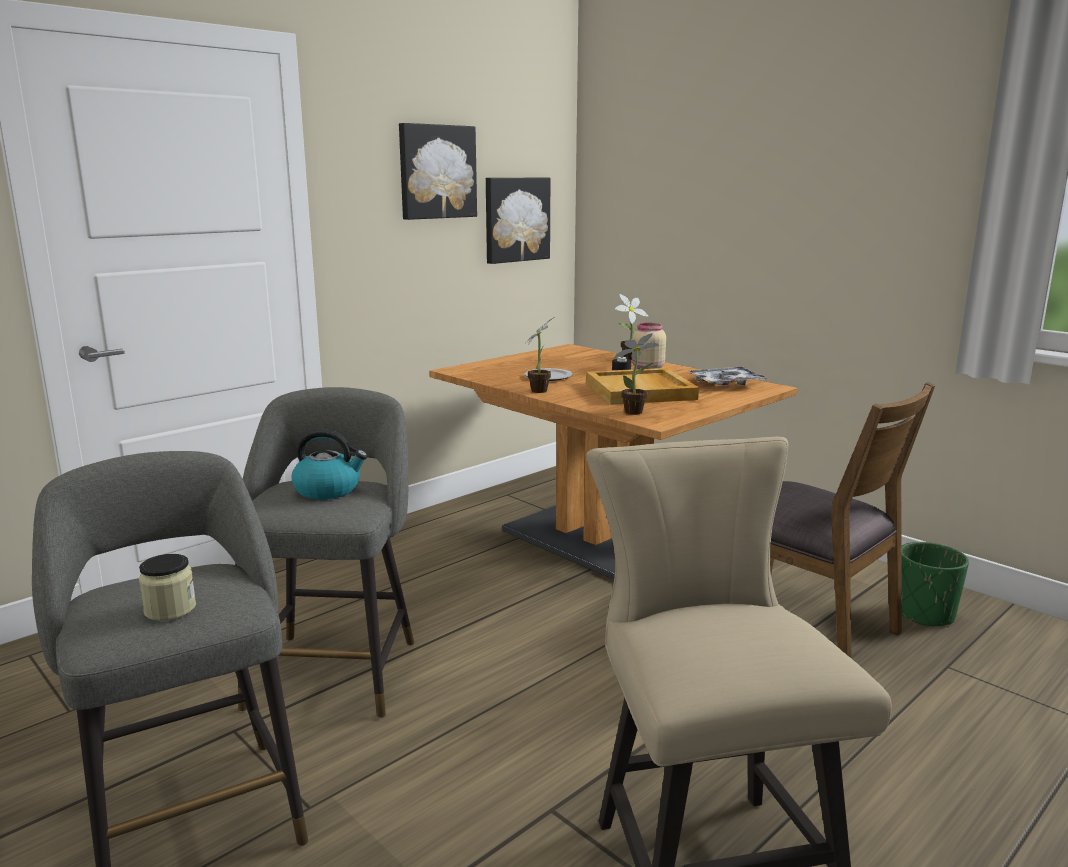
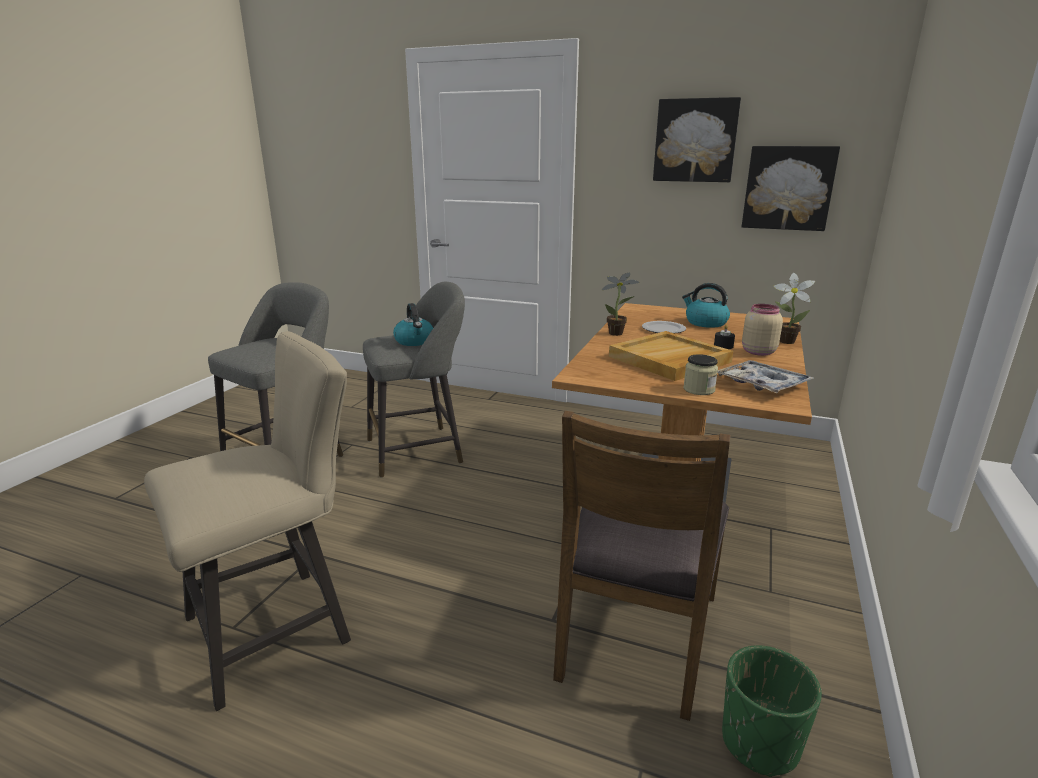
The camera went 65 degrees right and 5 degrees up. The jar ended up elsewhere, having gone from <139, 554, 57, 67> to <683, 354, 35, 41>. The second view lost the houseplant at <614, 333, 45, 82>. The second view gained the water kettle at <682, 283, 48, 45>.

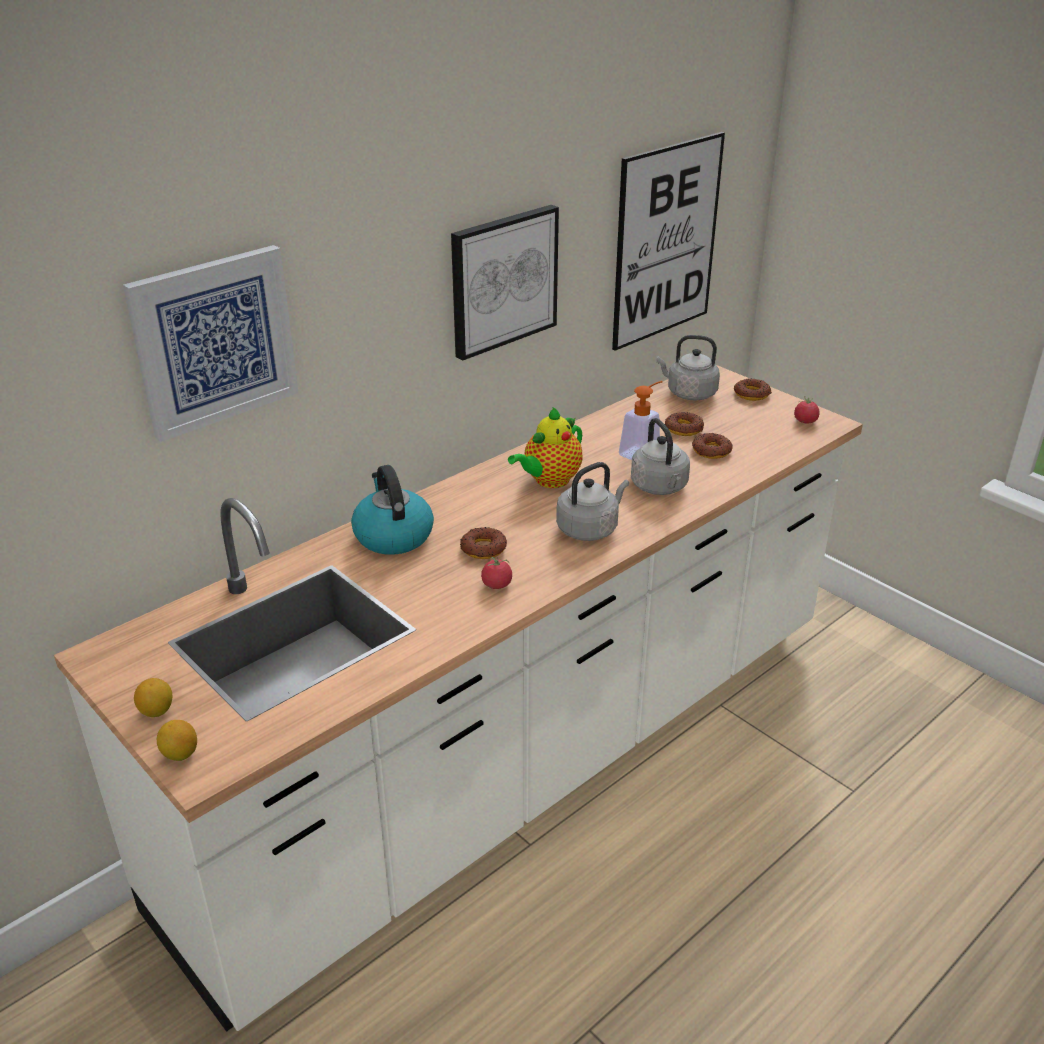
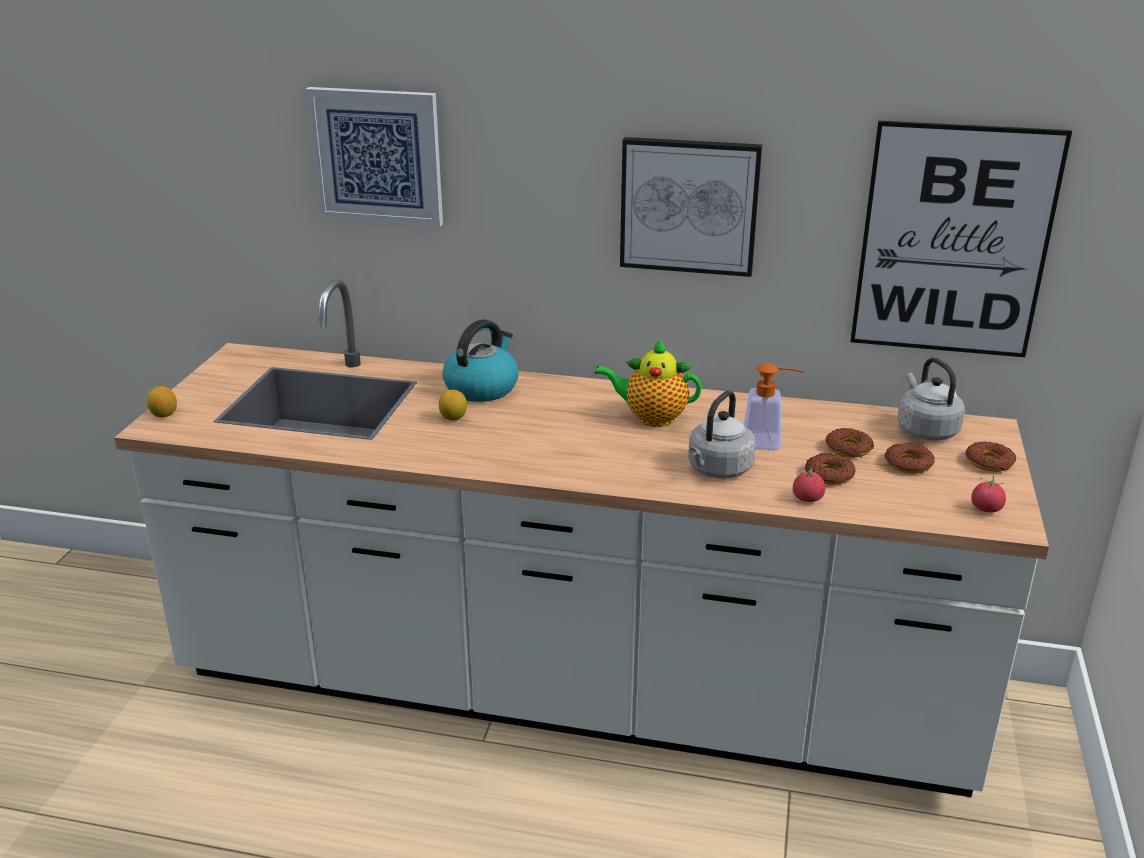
The camera went 55 degrees right and 5 degrees down. The whole lemon ended up elsewhere, having gone from <134, 678, 38, 39> to <439, 390, 28, 31>. The doughnut ended up elsewhere, having gone from <460, 527, 47, 32> to <884, 443, 51, 31>. The whole tomato ended up elsewhere, having gone from <481, 557, 31, 32> to <793, 468, 32, 34>. The second view lost the greyish water kettle at <556, 462, 73, 79>.

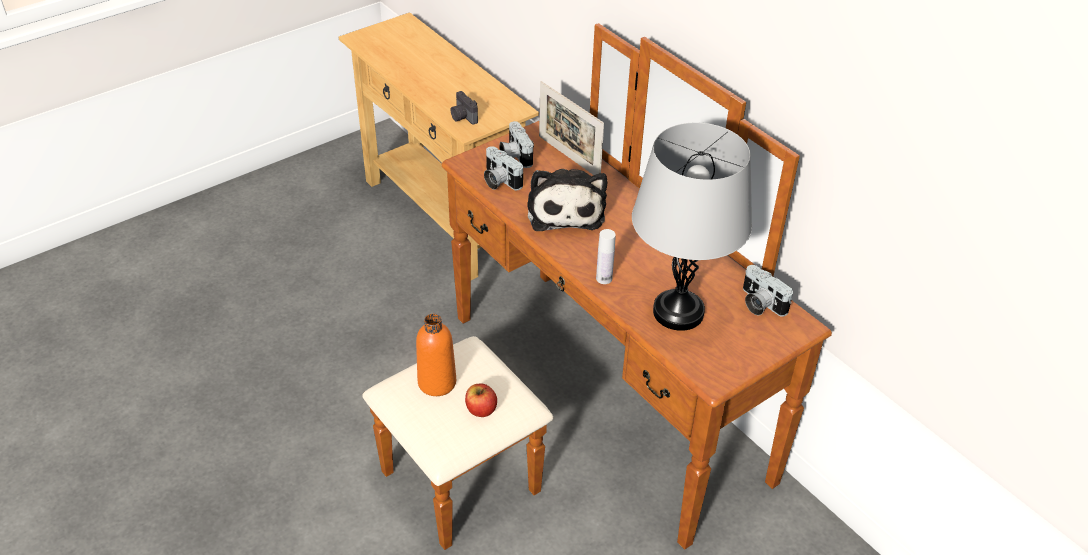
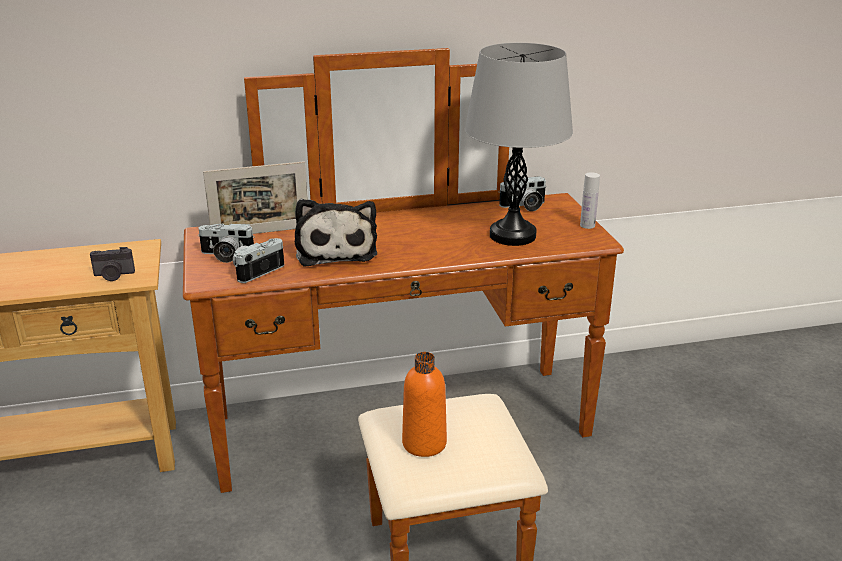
The camera went 65 degrees left and 15 degrees down. The second view lost the apple fruit at <465, 384, 32, 33>. The photo camera at <484, 146, 39, 44> ended up facing another way, 150 degrees clockwise from before. The cuddly toy at <527, 169, 80, 62> ended up facing another way, 60 degrees clockwise from before. The white-coloured beverage bottle ended up elsewhere, having gone from <596, 229, 20, 55> to <580, 172, 20, 57>.

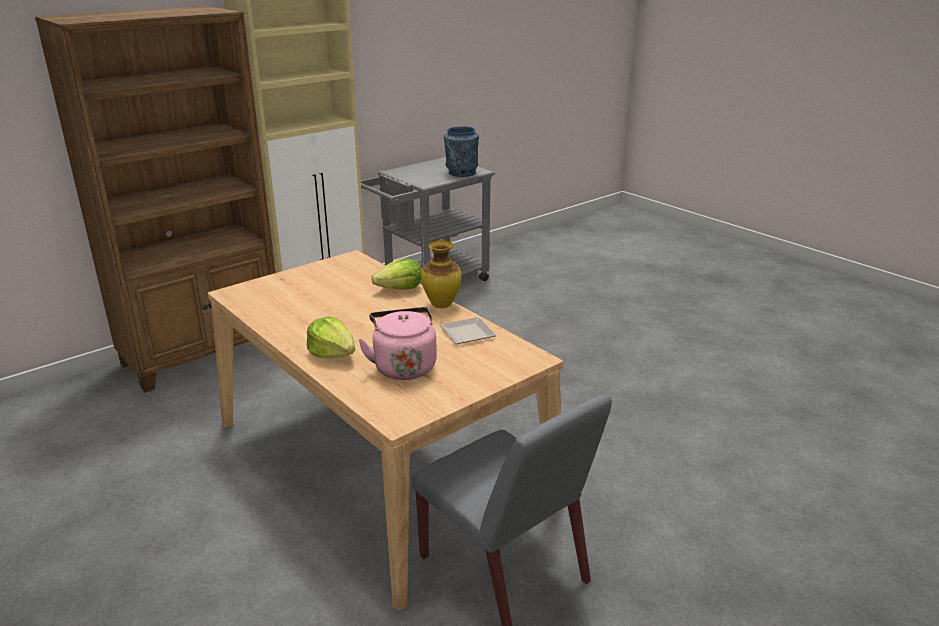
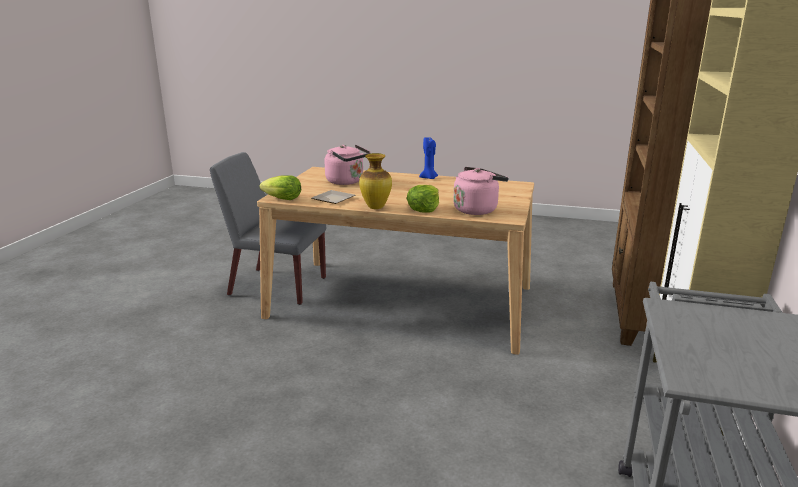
The camera went 145 degrees right and 5 degrees down. The head of lettuce ended up elsewhere, having gone from <307, 316, 48, 42> to <260, 175, 41, 25>. The second view lost the blue flower vase at <444, 126, 35, 51>. The second view gained the blue candle at <419, 137, 19, 42>. The second view gained the pink water kettle at <453, 167, 56, 48>.

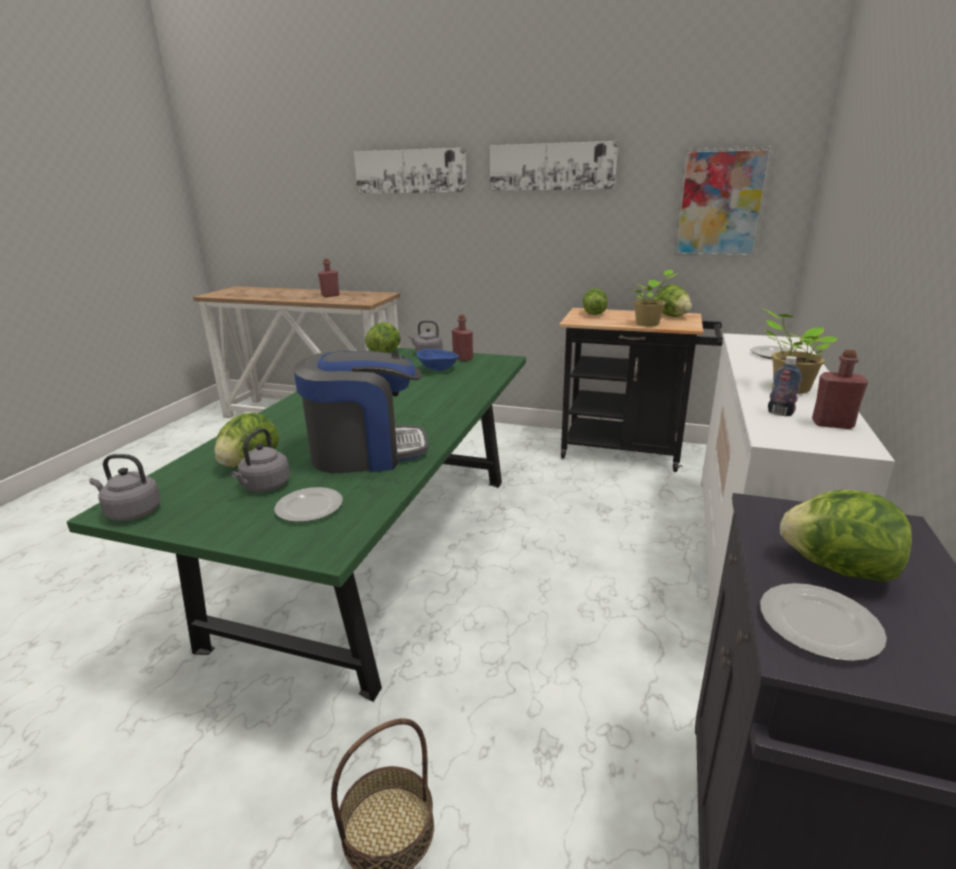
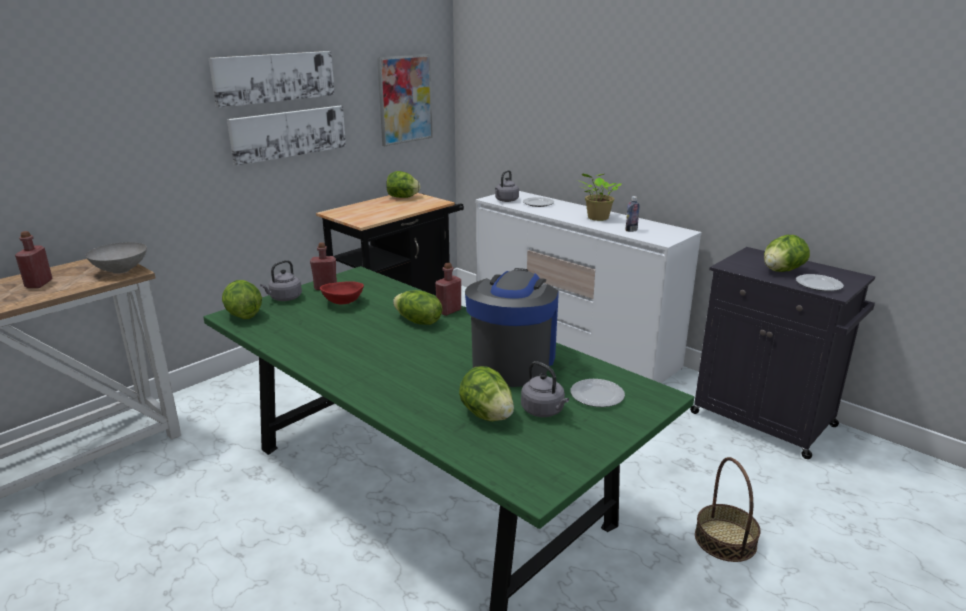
The camera went 65 degrees left and 0 degrees up. The greyish water kettle ended up elsewhere, having gone from <90, 454, 71, 67> to <495, 170, 24, 32>. The picture ended up elsewhere, having gone from <354, 148, 113, 46> to <227, 106, 119, 60>. What was the blue serving bowl at <417, 349, 42, 22> turned into the red serving bowl at <320, 281, 44, 23>. The head of lettuce ended up elsewhere, having gone from <583, 288, 25, 27> to <393, 290, 49, 35>. The second view lost the houseplant at <630, 269, 48, 57>. The red beverage bottle ended up elsewhere, having gone from <812, 349, 56, 80> to <435, 263, 26, 53>. The second view gained the greyish serving bowl at <86, 242, 61, 32>.

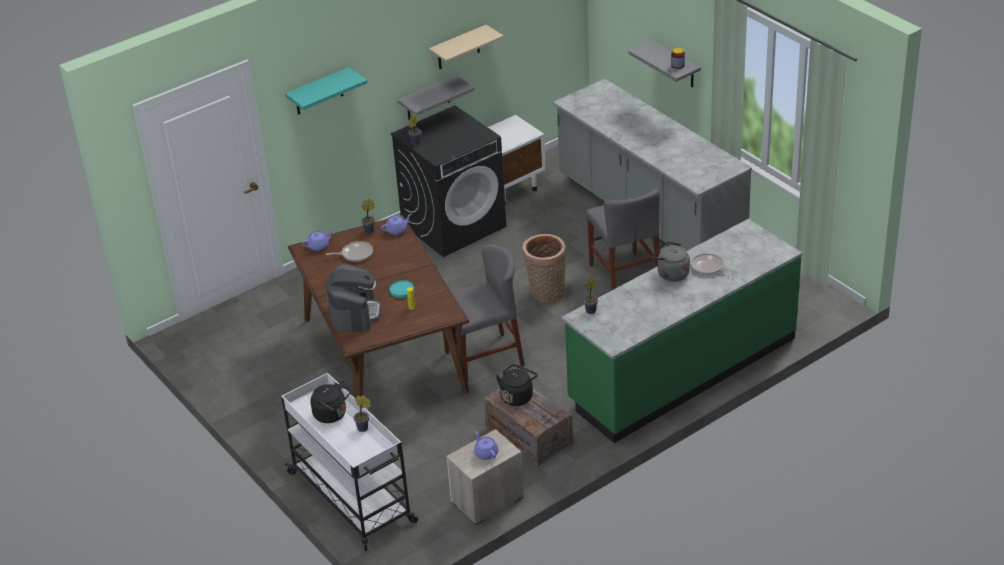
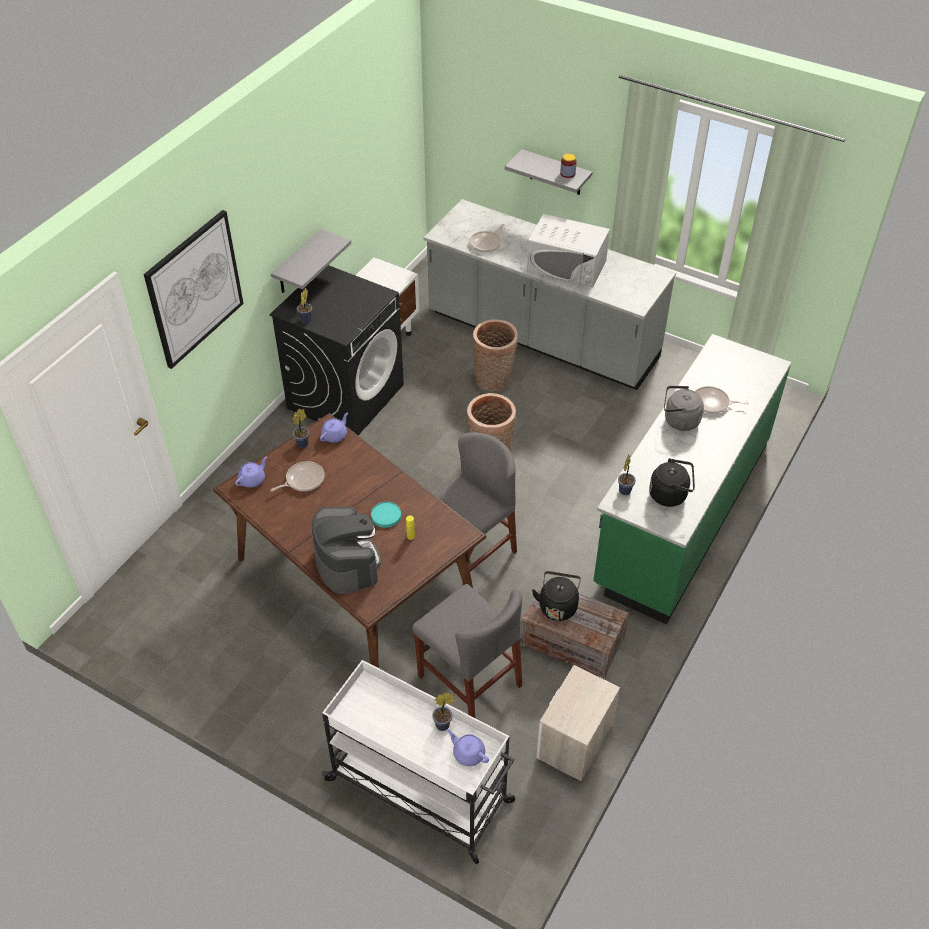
The camera went 25 degrees left and 10 degrees up. Where the turquoise-coloured shelf hung at <285, 67, 82, 48>, the picture came to hang at <143, 210, 101, 159>. The black-coloured water kettle ended up elsewhere, having gone from <311, 382, 40, 41> to <649, 458, 46, 49>. The second view lost the sand-coloured shelf at <429, 25, 75, 44>. The purplish tea pot ended up elsewhere, having gone from <474, 431, 25, 29> to <447, 730, 42, 36>. The greyish upright chair ended up elsewhere, having gone from <586, 189, 74, 101> to <412, 584, 110, 134>. The second view gained the pan at <469, 224, 36, 28>. The second view gained the basket at <473, 319, 45, 72>. The second view gained the white-coloured microwave oven at <527, 214, 83, 74>.

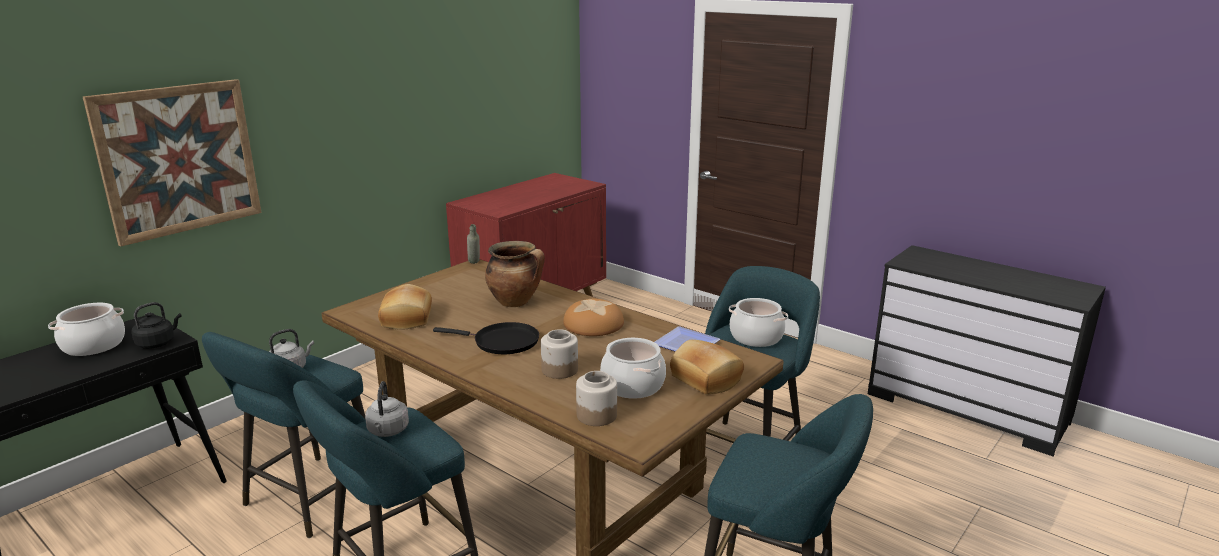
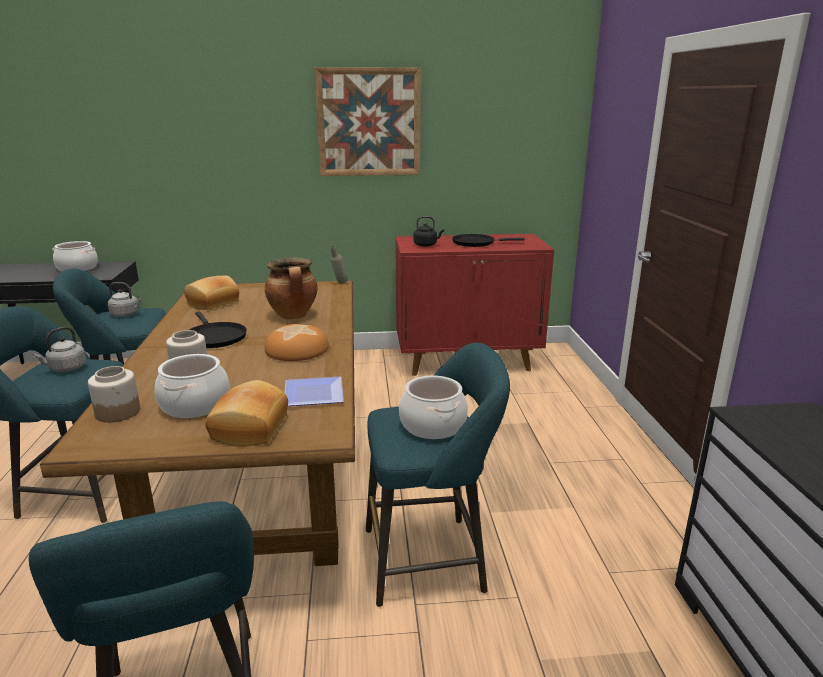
The camera went 45 degrees right and 0 degrees up. The picture ended up elsewhere, having gone from <83, 79, 178, 168> to <314, 67, 107, 109>. The black-coloured water kettle ended up elsewhere, having gone from <131, 302, 50, 47> to <413, 216, 31, 31>. The second view gained the black-coloured pan at <452, 234, 73, 13>.

